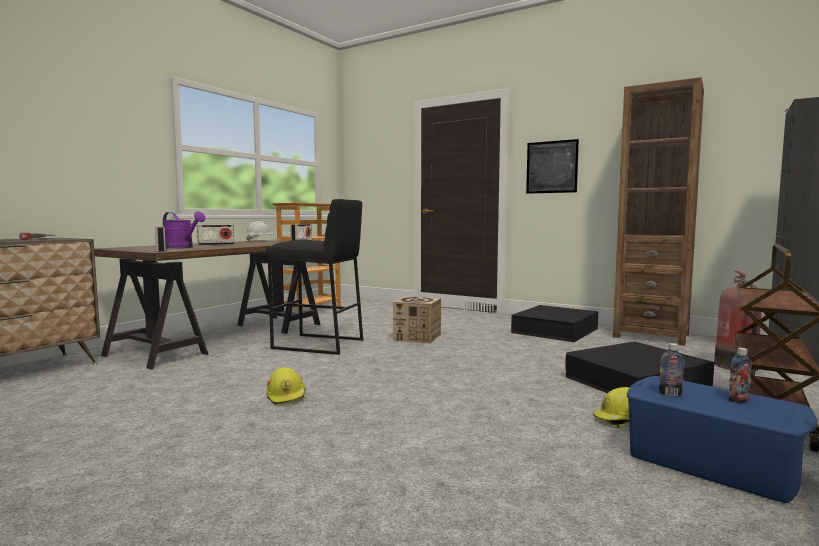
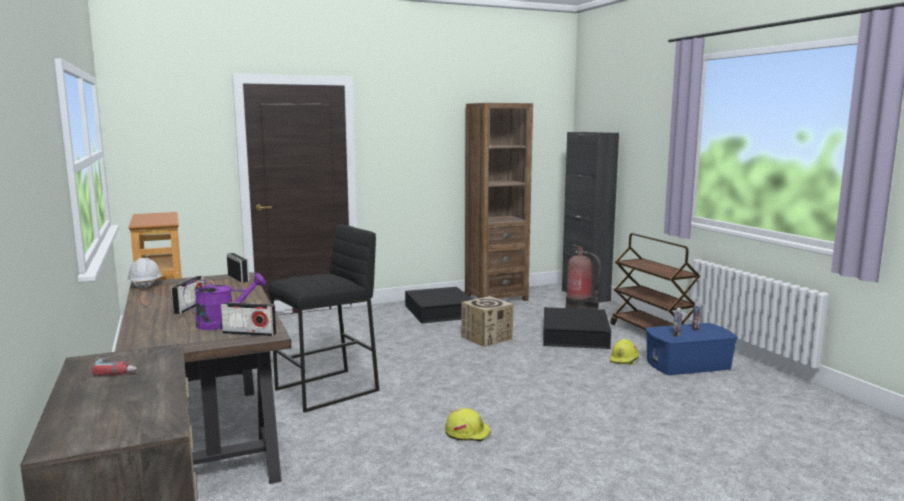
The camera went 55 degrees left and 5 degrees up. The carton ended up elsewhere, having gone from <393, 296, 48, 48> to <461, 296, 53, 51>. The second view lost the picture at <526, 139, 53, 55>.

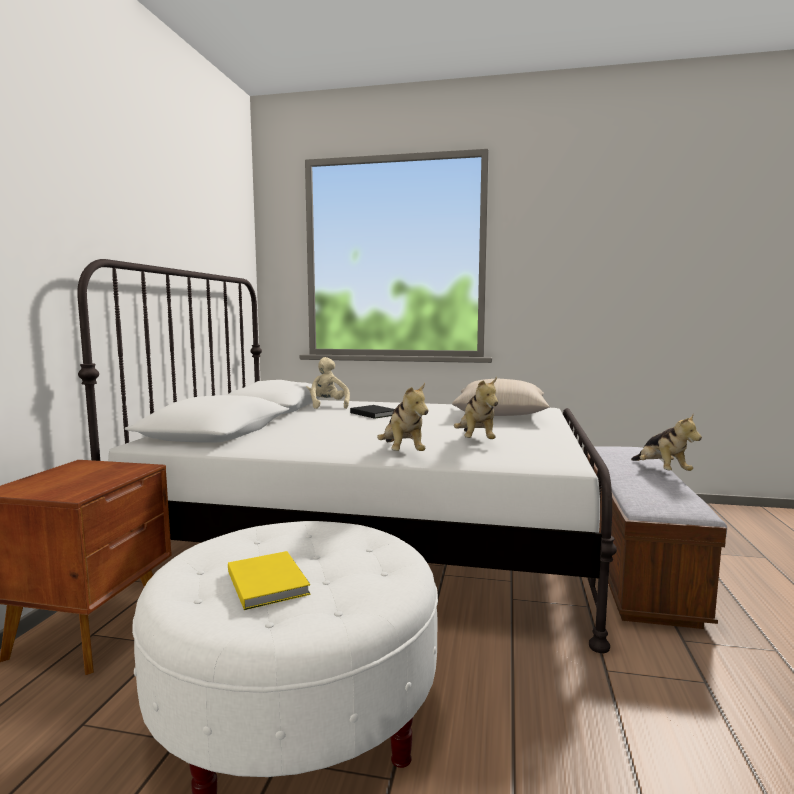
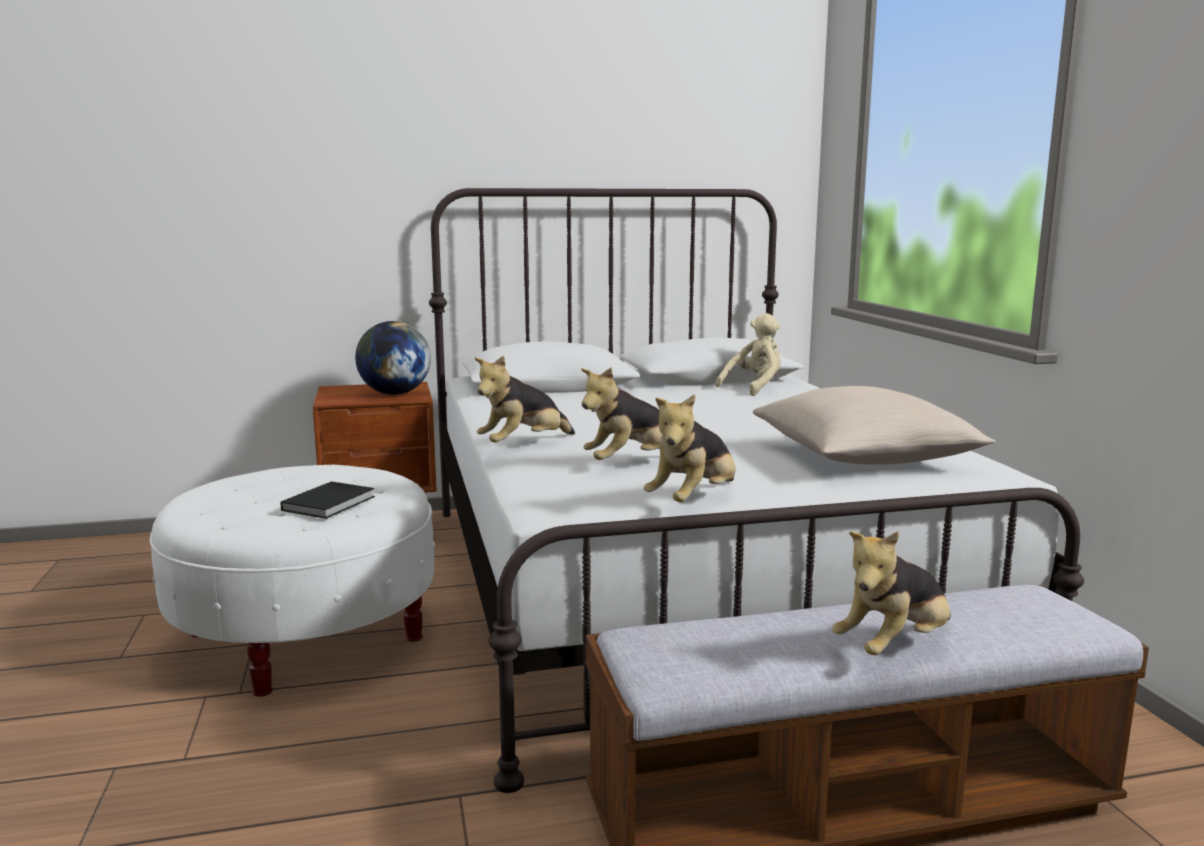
The camera went 65 degrees right and 5 degrees up. The second view lost the yellowish book at <228, 551, 83, 59>. The black-coloured book ended up elsewhere, having gone from <350, 405, 45, 14> to <281, 481, 94, 38>. The second view gained the world globe at <355, 321, 76, 74>. The second view gained the cuddly toy at <643, 394, 93, 108>.

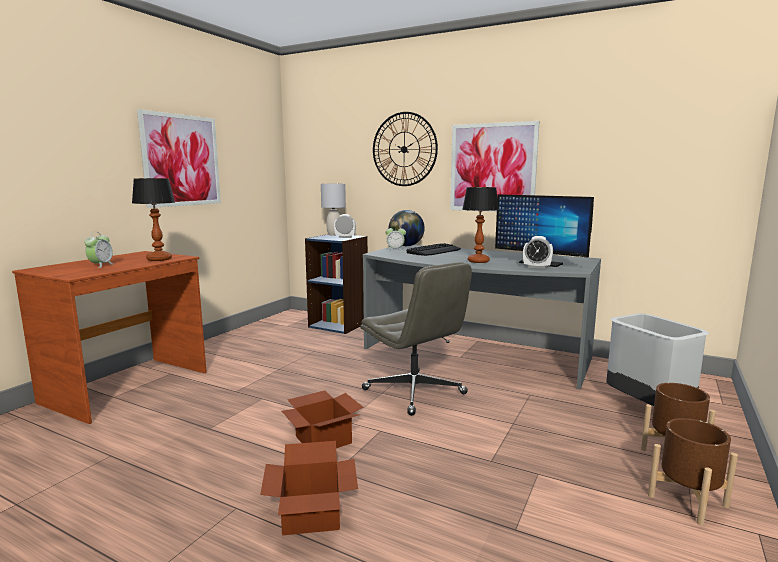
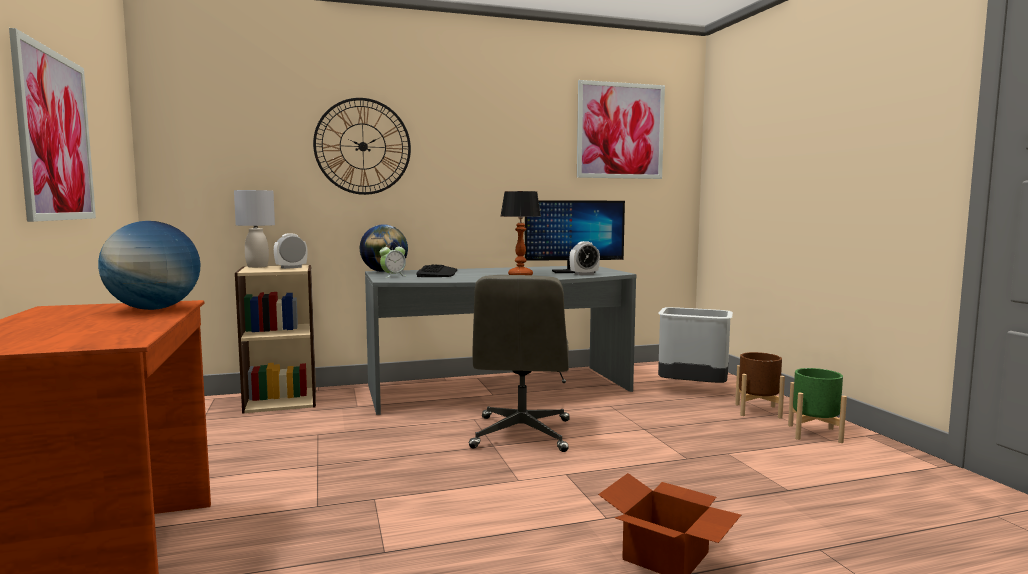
The camera went 45 degrees left and 5 degrees down. The second view lost the table clock at <84, 232, 29, 36>. Where the tabletop lamp stood at <132, 178, 43, 83>, the world globe came to stand at <98, 221, 102, 89>. The second view lost the carton at <282, 390, 81, 58>. What was the blue bookcase at <305, 234, 63, 100> turned into the sand-coloured bookcase at <235, 265, 81, 149>. The greyish desk chair at <360, 262, 112, 154> ended up facing another way, 90 degrees clockwise from before. The picture ended up elsewhere, having gone from <450, 121, 90, 91> to <577, 80, 88, 99>. What was the brown flower pot at <648, 418, 90, 108> turned into the greenish flower pot at <788, 368, 59, 75>.

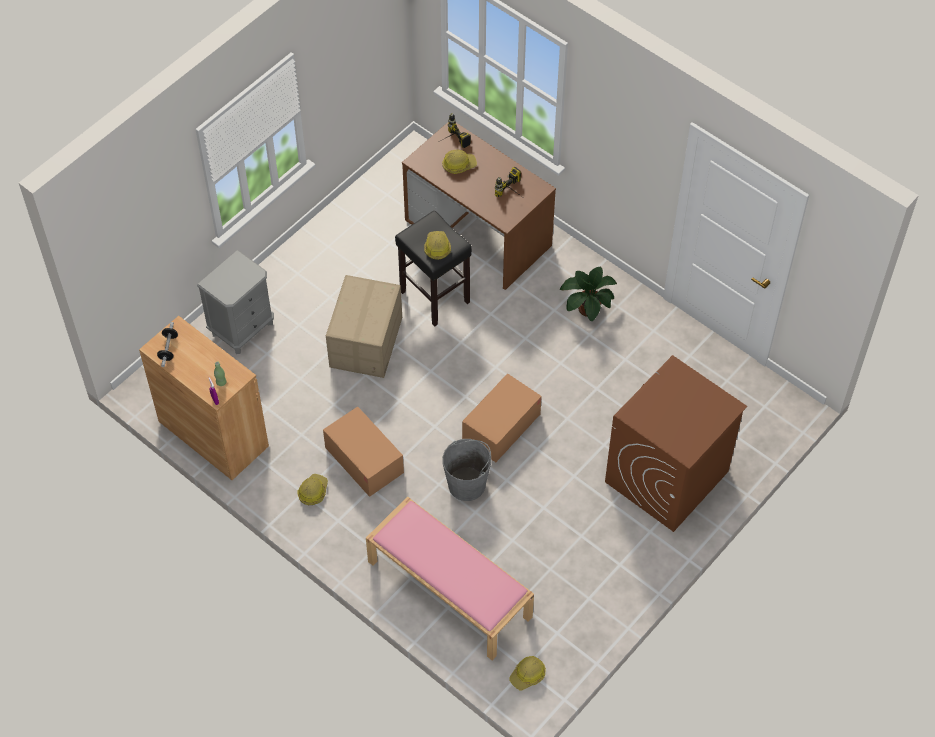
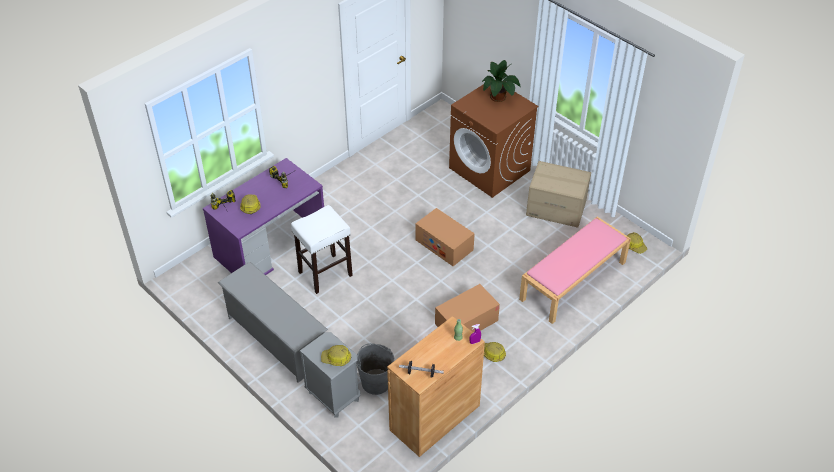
The camera went 85 degrees left and 10 degrees down. The carton ended up elsewhere, having gone from <326, 275, 76, 103> to <526, 161, 65, 67>. What was the black-coloured sitting stool at <395, 211, 77, 115> turned into the white-coloured sitting stool at <291, 205, 62, 89>. What was the brown desk table at <402, 122, 154, 168> turned into the purplish desk table at <203, 158, 121, 117>. The work helmet ended up elsewhere, having gone from <424, 231, 27, 29> to <321, 345, 30, 21>. The greyish water bucket ended up elsewhere, having gone from <442, 439, 49, 62> to <356, 343, 38, 52>. The houseplant ended up elsewhere, having gone from <560, 267, 57, 54> to <482, 60, 39, 42>. The second view gained the greyish shoe shelf at <218, 262, 110, 121>.

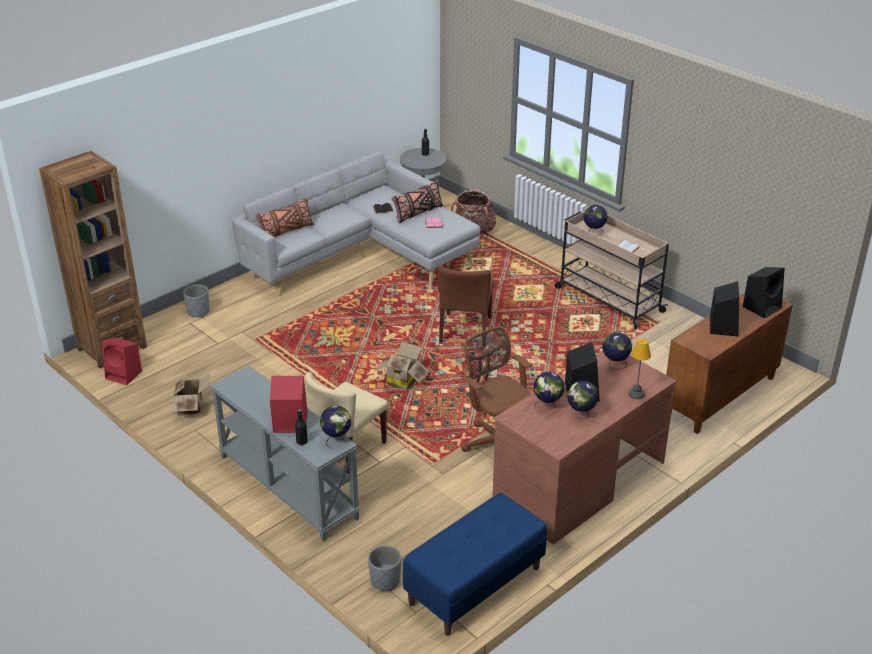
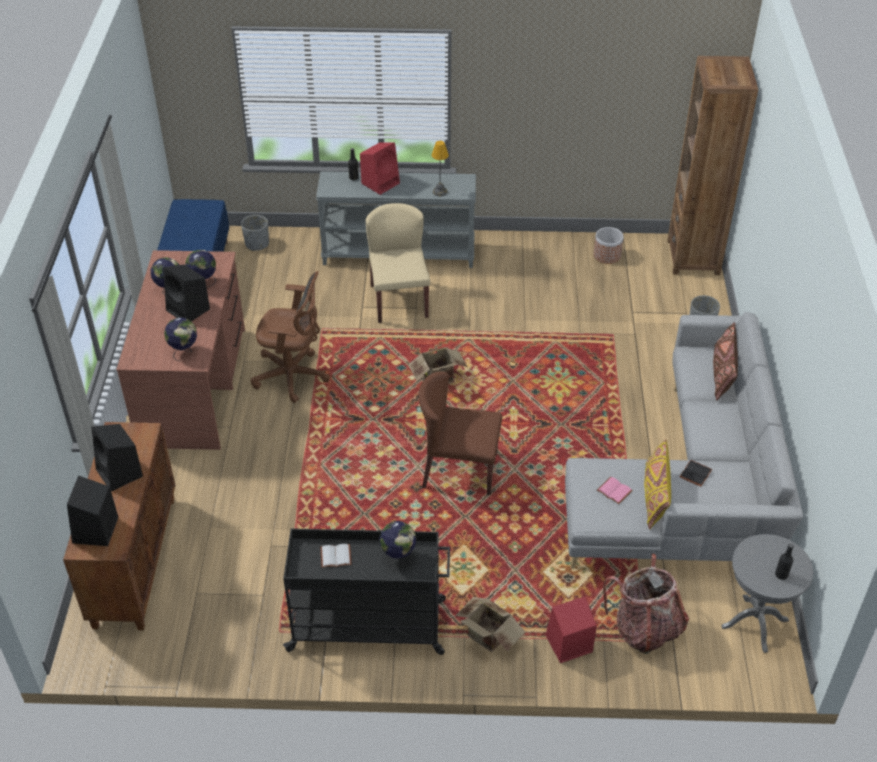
The camera went 135 degrees right and 10 degrees up. The red loudspeaker ended up elsewhere, having gone from <102, 338, 40, 47> to <545, 596, 52, 67>. The carton ended up elsewhere, having gone from <174, 373, 36, 42> to <455, 597, 70, 55>. The second view lost the world globe at <320, 405, 31, 44>. What was the black-coloured cushion at <391, 180, 52, 43> turned into the yellowish cushion at <644, 439, 27, 91>. The brown upright chair at <438, 266, 57, 78> ended up facing another way, 45 degrees counterclockwise from before. What was the sand-coloured cart at <555, 211, 114, 119> turned into the black-coloured cart at <283, 528, 167, 127>. The tabletop lamp ended up elsewhere, having gone from <628, 339, 23, 60> to <431, 141, 18, 55>. The second view gained the flower pot at <594, 227, 30, 37>.

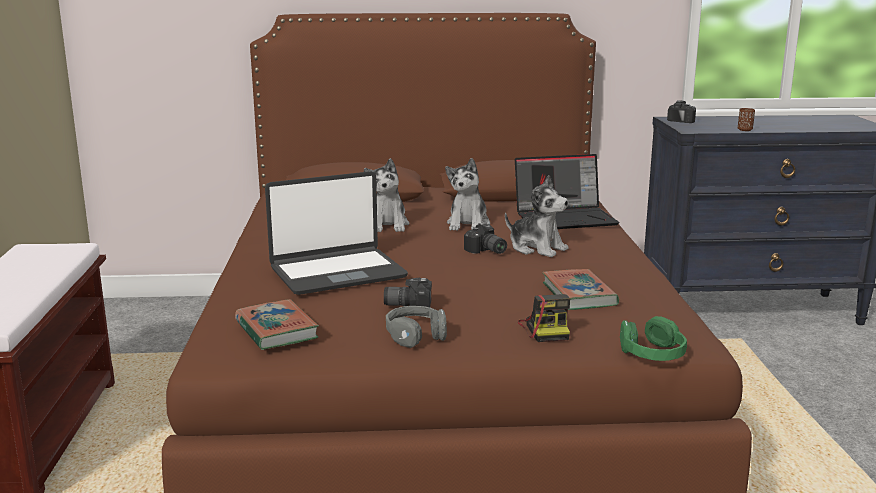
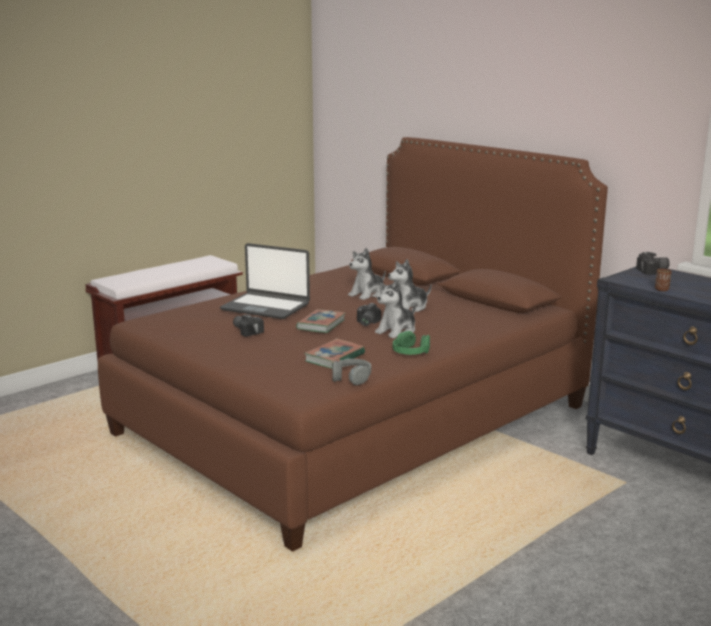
The camera went 50 degrees right and 0 degrees up. The book ended up elsewhere, having gone from <235, 299, 84, 51> to <296, 309, 50, 24>. The greyish headset ended up elsewhere, having gone from <386, 306, 61, 42> to <332, 359, 39, 26>. The cuddly toy at <505, 175, 64, 82> ended up facing another way, 45 degrees clockwise from before. The second view lost the portable computer at <515, 154, 105, 75>. The second view lost the photo camera at <518, 294, 52, 48>. The greenish headset ended up elsewhere, having gone from <620, 316, 67, 45> to <392, 331, 38, 24>.

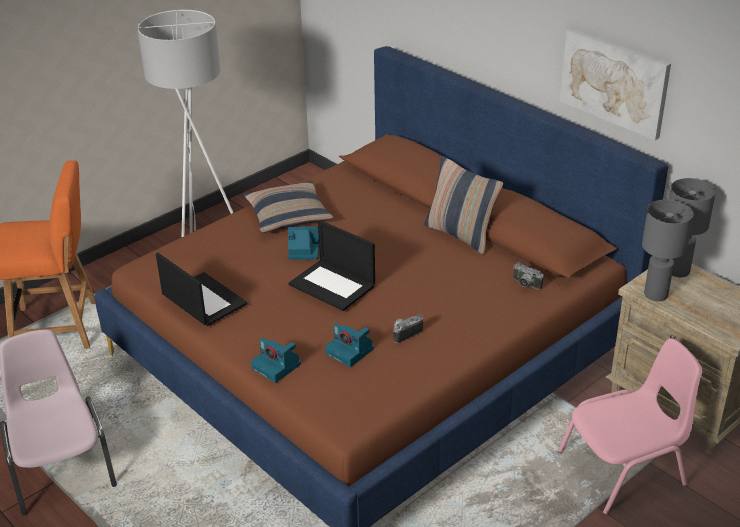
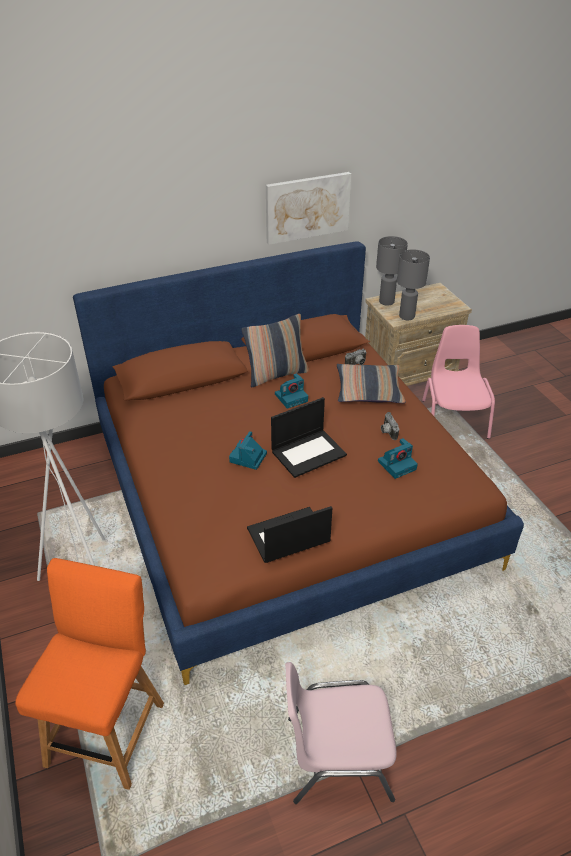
The camera went 70 degrees left and 5 degrees up. The cushion ended up elsewhere, having gone from <244, 181, 89, 52> to <337, 364, 69, 39>. The photo camera ended up elsewhere, having gone from <251, 338, 50, 45> to <275, 373, 33, 36>.

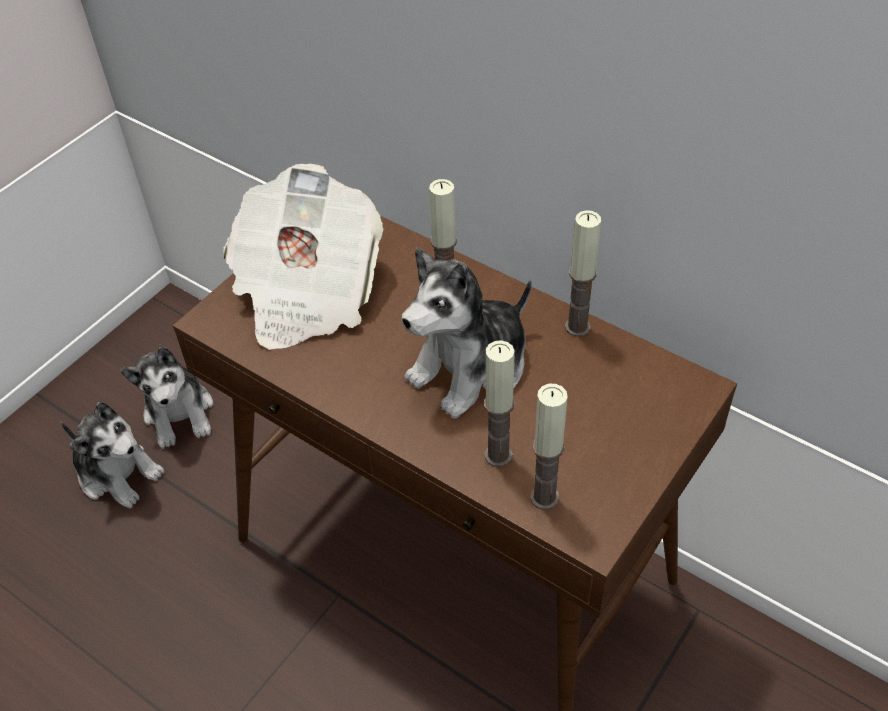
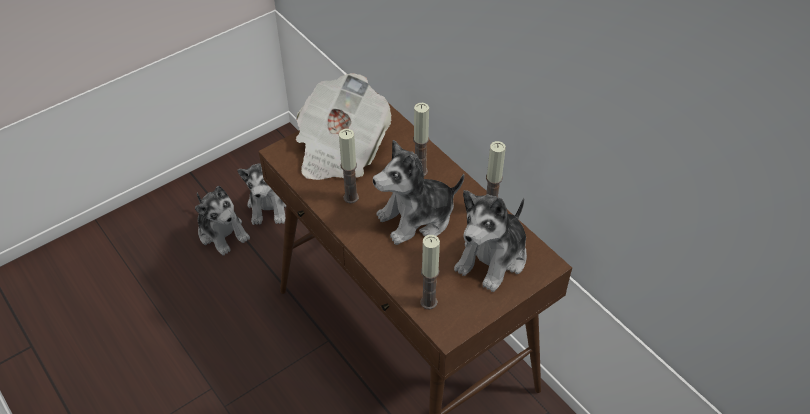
The camera went 15 degrees right and 0 degrees up. The candle ended up elsewhere, having gone from <484, 340, 31, 127> to <339, 129, 20, 74>. The second view gained the cuddly toy at <454, 190, 73, 102>.

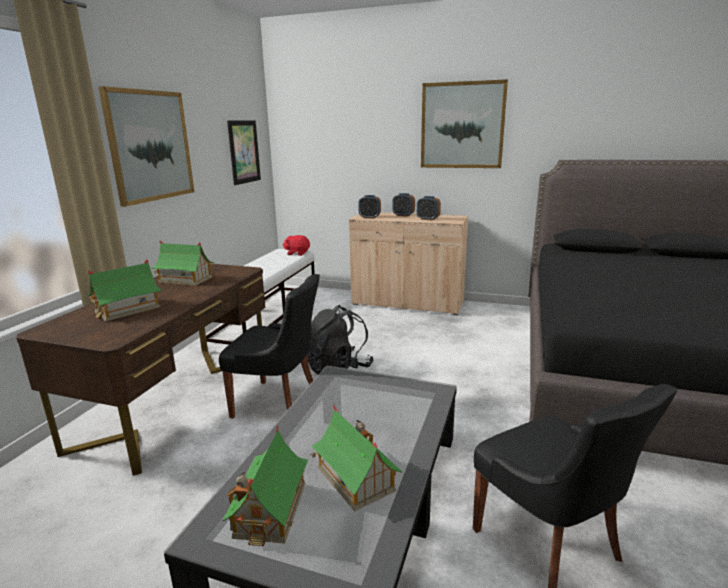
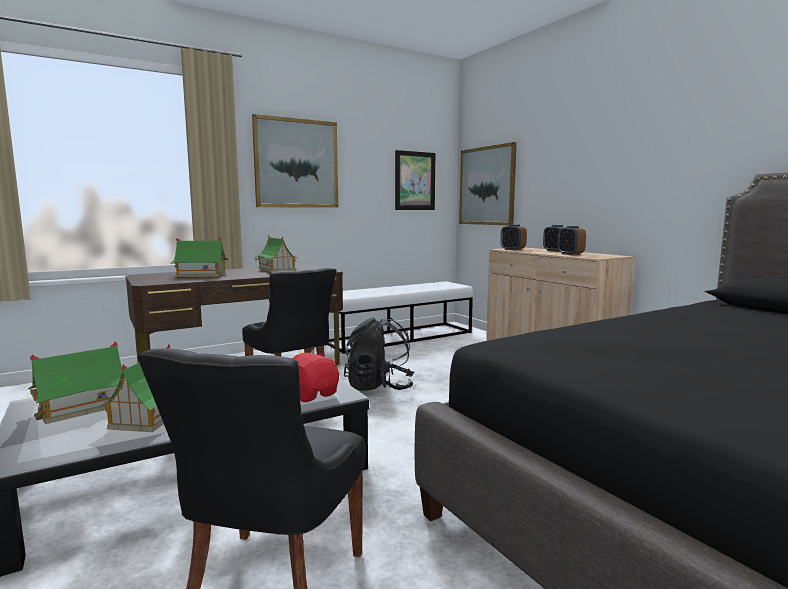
The camera went 40 degrees right and 10 degrees down. The red cuddly toy ended up elsewhere, having gone from <283, 235, 27, 21> to <292, 353, 47, 49>. The picture ended up elsewhere, having gone from <421, 79, 87, 89> to <459, 142, 58, 83>.

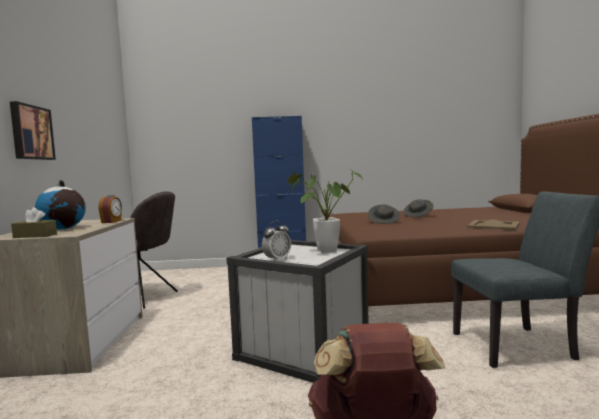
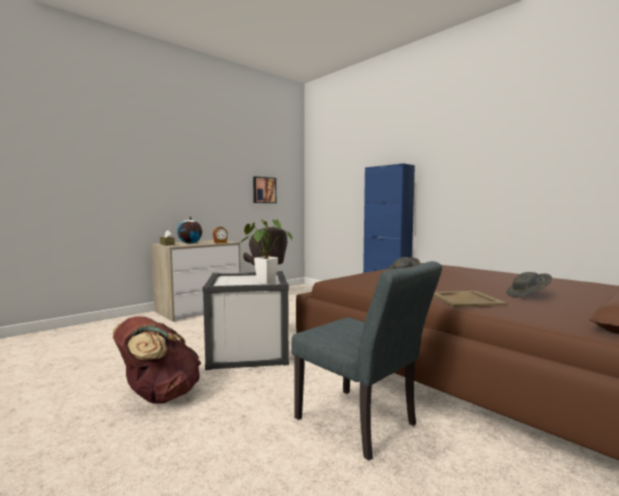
The camera went 50 degrees right and 0 degrees up. The picture ended up elsewhere, having gone from <10, 101, 46, 59> to <253, 176, 23, 27>. The second view lost the table clock at <262, 221, 29, 40>. The greyish clothing hat ended up elsewhere, having gone from <403, 199, 31, 18> to <506, 272, 46, 25>.

